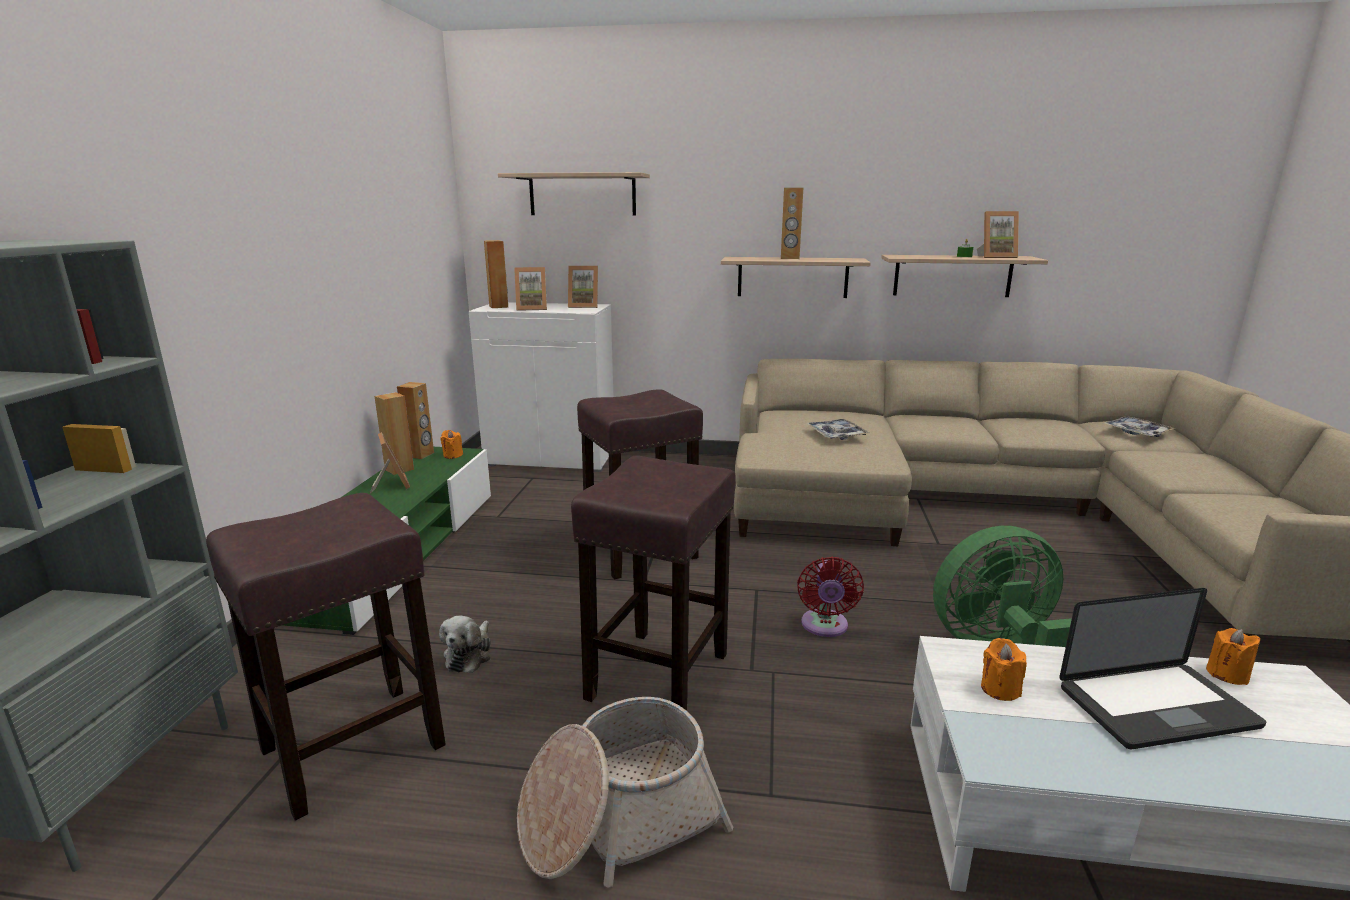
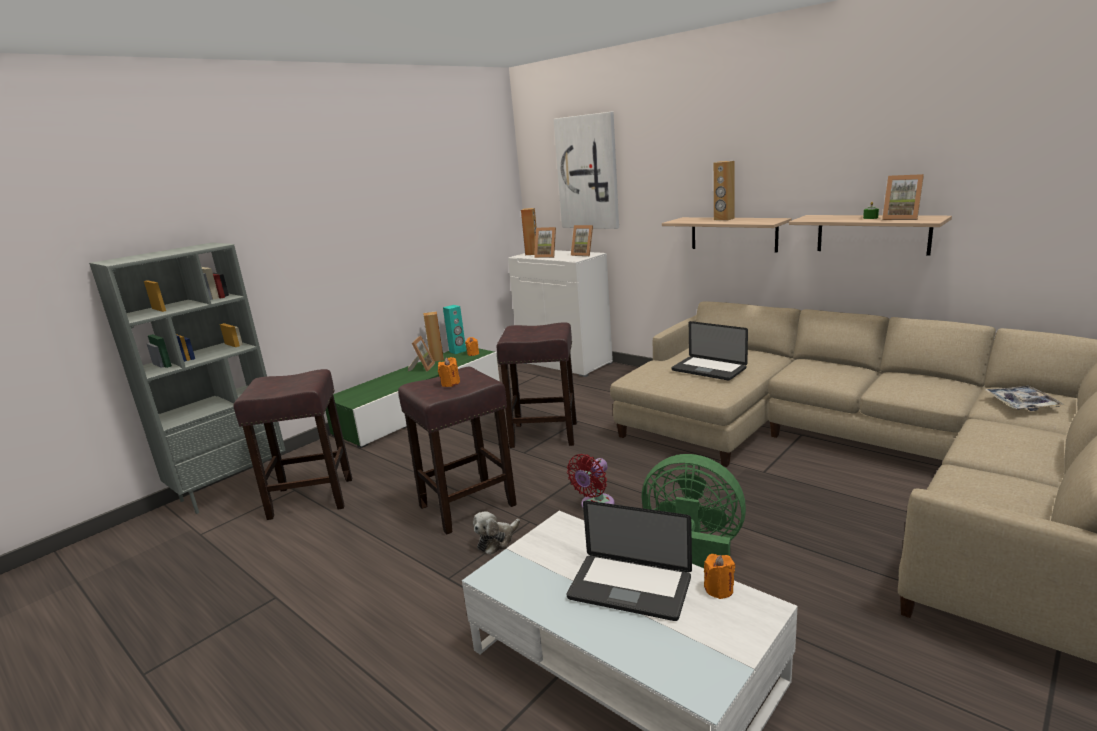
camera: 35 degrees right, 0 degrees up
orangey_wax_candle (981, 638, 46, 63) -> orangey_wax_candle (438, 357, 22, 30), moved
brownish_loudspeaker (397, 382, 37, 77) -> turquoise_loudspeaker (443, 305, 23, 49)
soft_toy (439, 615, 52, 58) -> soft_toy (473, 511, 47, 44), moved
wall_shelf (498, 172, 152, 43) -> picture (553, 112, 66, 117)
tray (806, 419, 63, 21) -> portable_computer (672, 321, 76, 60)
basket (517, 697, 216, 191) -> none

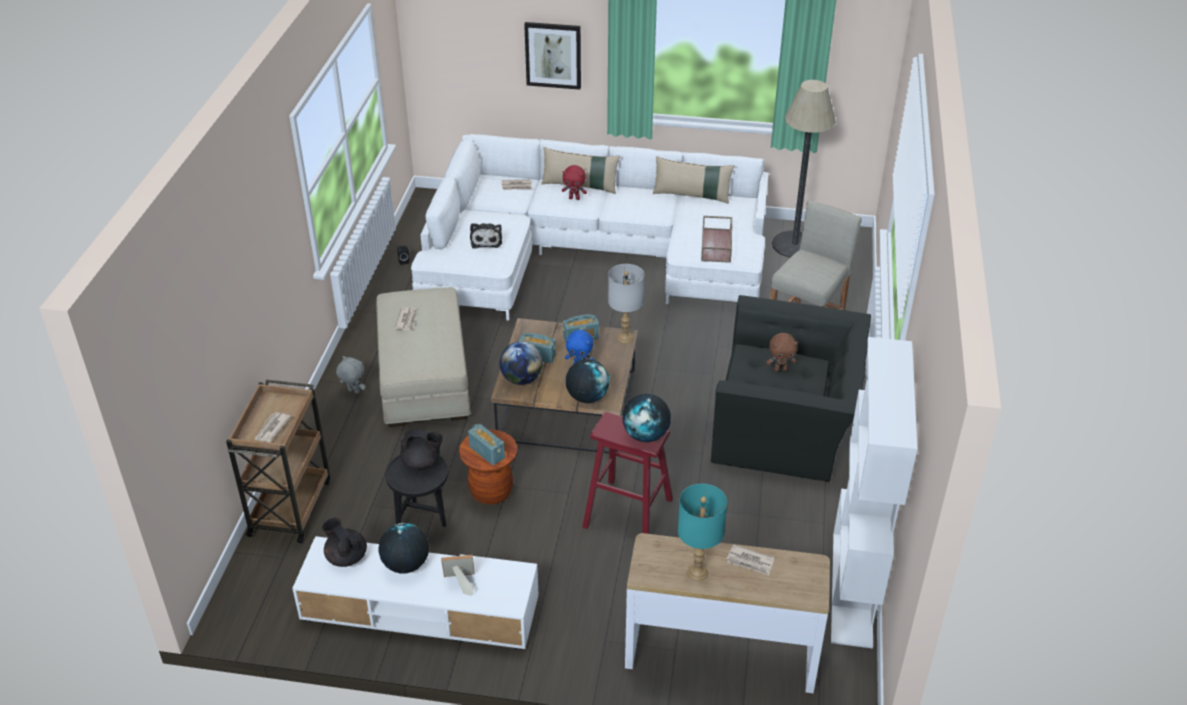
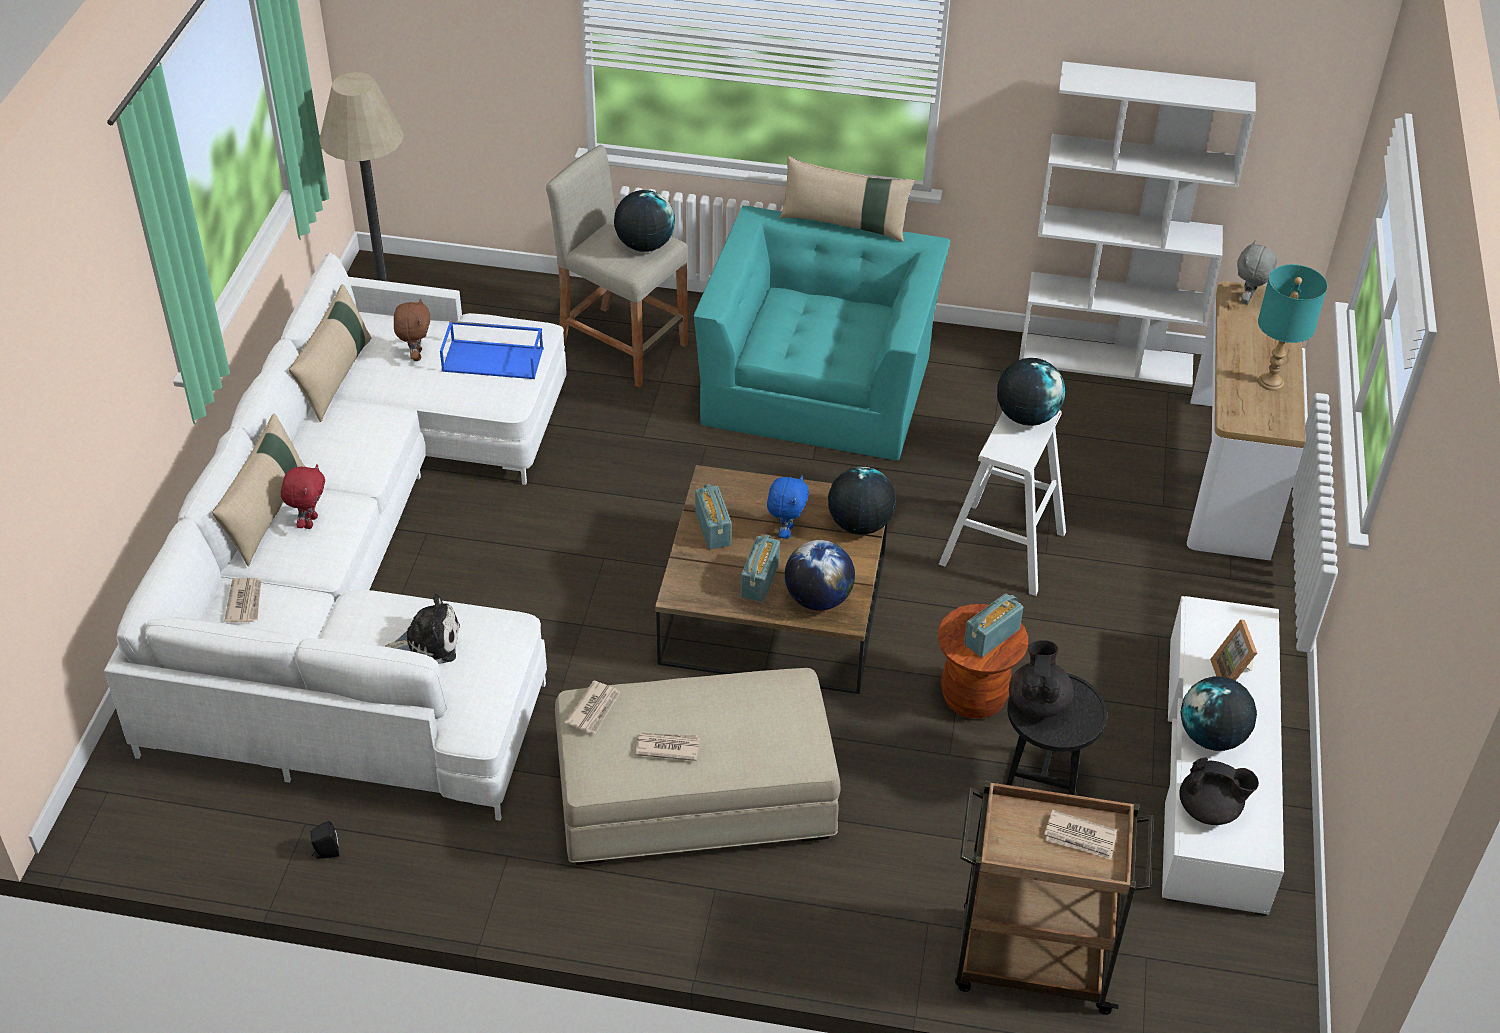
camera: 90 degrees left, 5 degrees up
brownish_soft_toy (766, 333, 32, 39) -> brownish_soft_toy (394, 298, 36, 63), moved
brownish_tray (701, 216, 31, 47) -> bluish_tray (440, 321, 104, 58)
printed_paper (727, 544, 47, 31) -> printed_paper (565, 681, 55, 52), moved
none -> desk_globe (614, 190, 61, 62)
black-coloured_lounge_chair (711, 295, 160, 187) -> turquoise_lounge_chair (694, 205, 257, 256)
none -> beige-coloured_pillow (780, 156, 135, 86)
red-coloured_stool_seat (582, 412, 91, 122) -> white-coloured_stool_seat (939, 410, 127, 186)
black-coloured_pot_for_tea (322, 518, 45, 49) -> black-coloured_pot_for_tea (1179, 757, 80, 68), 120 degrees counterclockwise
greyish_soft_toy (336, 356, 29, 38) -> greyish_soft_toy (1237, 240, 40, 65), moved
picture (524, 22, 57, 68) -> none
greyish_tabletop_lamp (608, 264, 36, 79) -> none

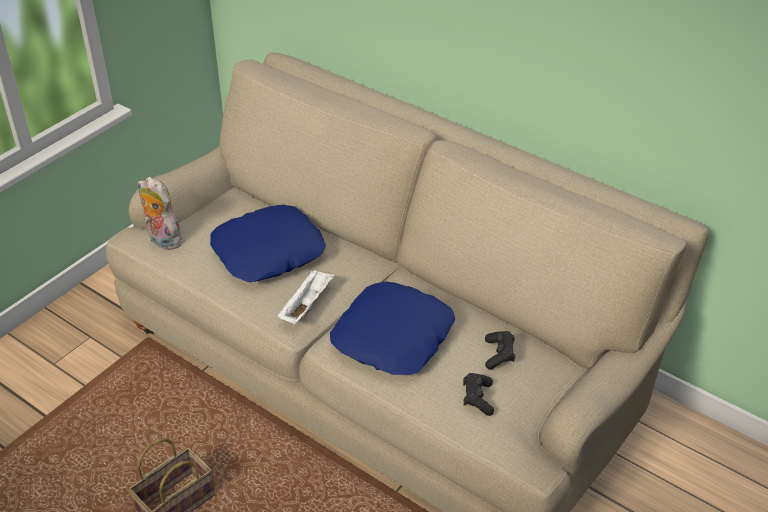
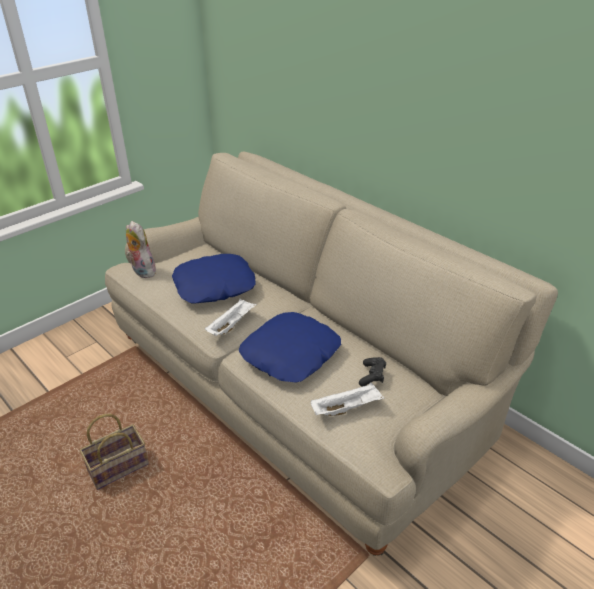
camera: 10 degrees right, 5 degrees down
black-coloured_gamepad (463, 373, 31, 43) -> white-coloured_tray (311, 383, 73, 33)

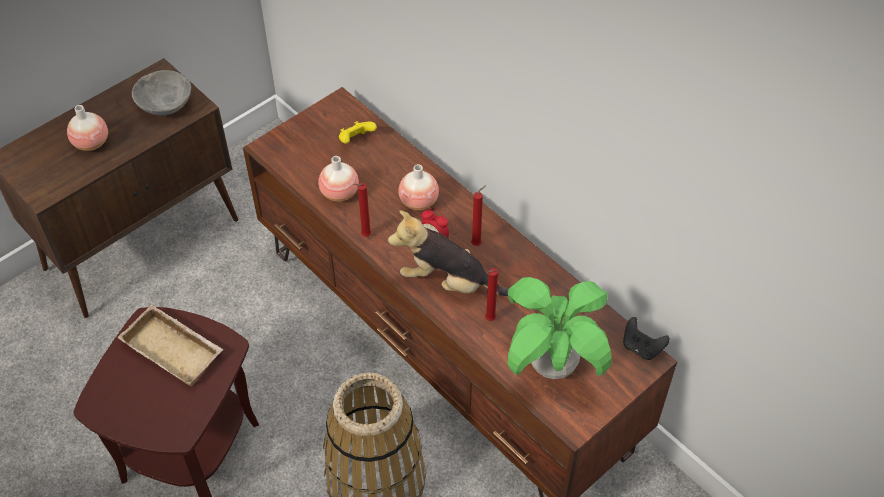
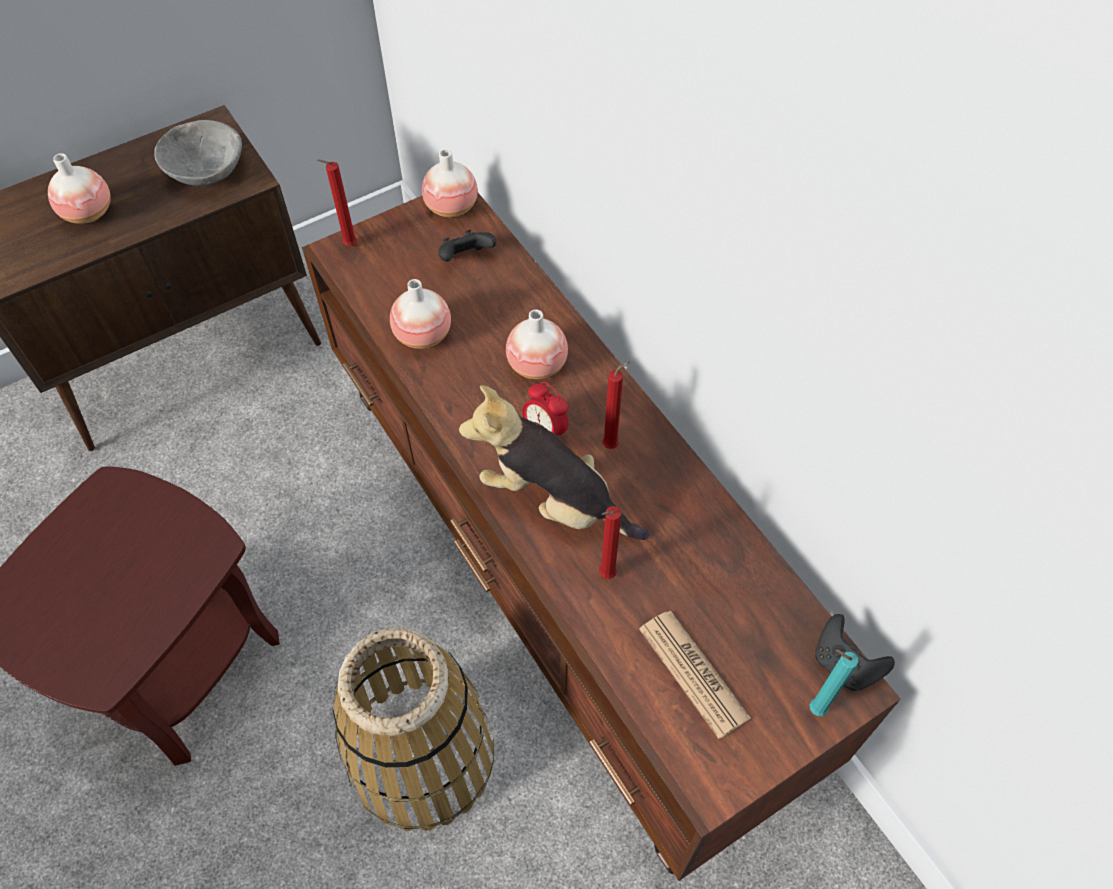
camera: 10 degrees right, 5 degrees up
red-coloured_wax_candle (354, 183, 17, 54) -> red-coloured_wax_candle (317, 159, 40, 87), moved
none -> vase (422, 149, 56, 68)
yellow-coloured_gamepad (339, 121, 38, 23) -> black-coloured_gamepad (438, 230, 58, 32)
houseplant (507, 277, 105, 102) -> printed_paper (639, 611, 112, 128)
none -> turquoise_wax_candle (809, 649, 50, 67)
beige-coloured_tray (118, 304, 105, 82) -> none

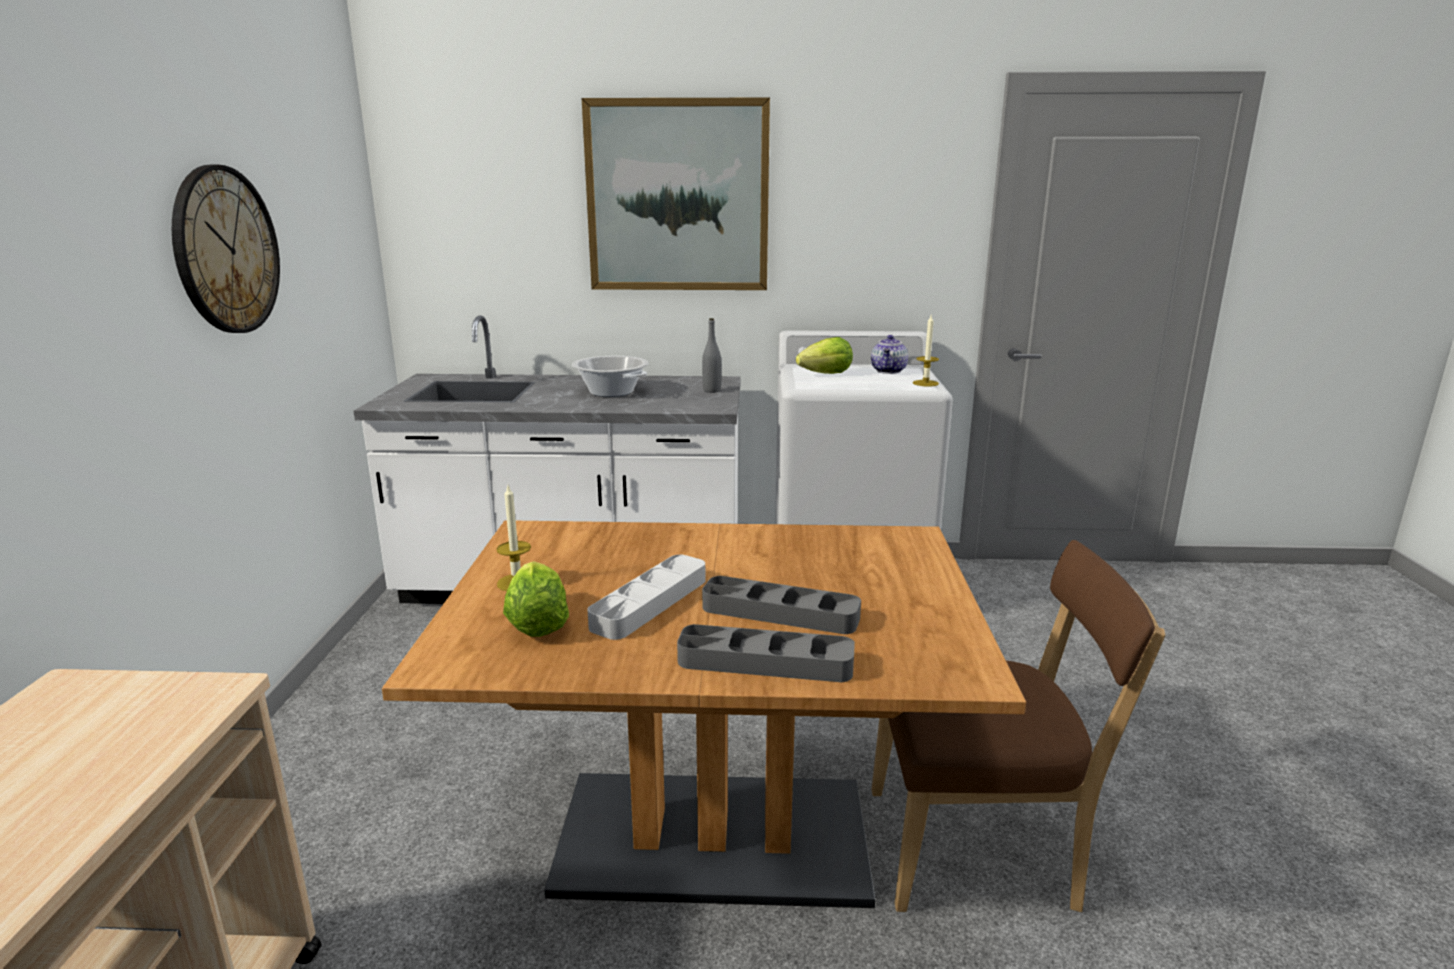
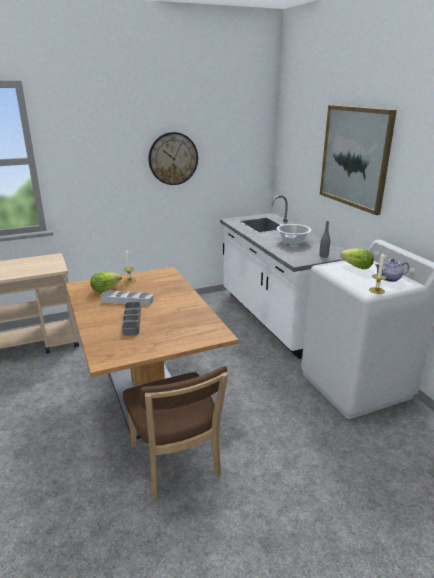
camera: 65 degrees right, 5 degrees up
greyish_tray (677, 624, 178, 58) -> none

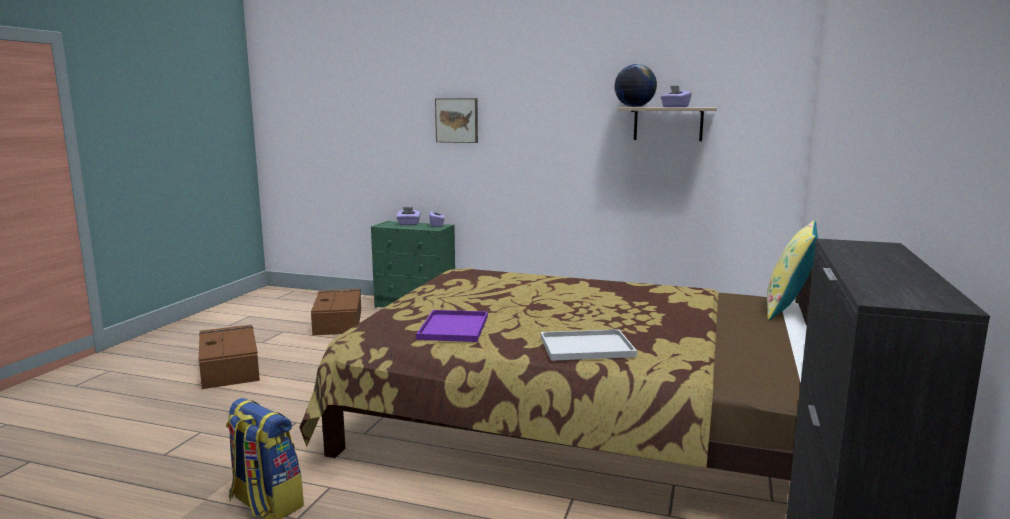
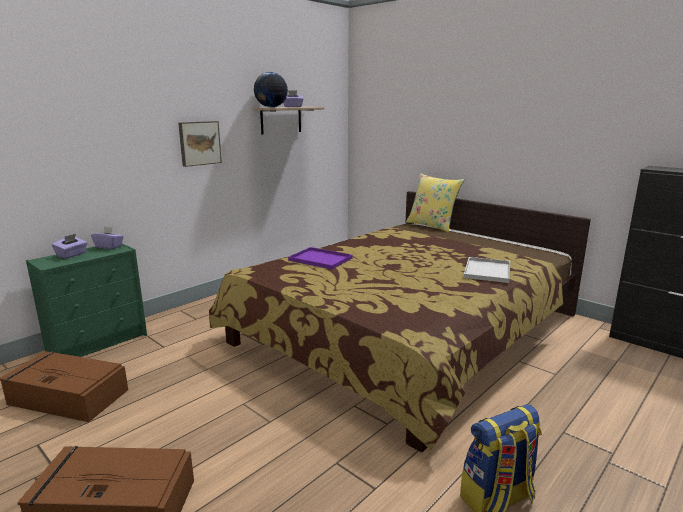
camera: 65 degrees left, 5 degrees up
picture (435, 98, 43, 45) -> picture (178, 121, 44, 46), moved
purple_tray (416, 310, 72, 32) -> purple_tray (288, 247, 65, 22), moved

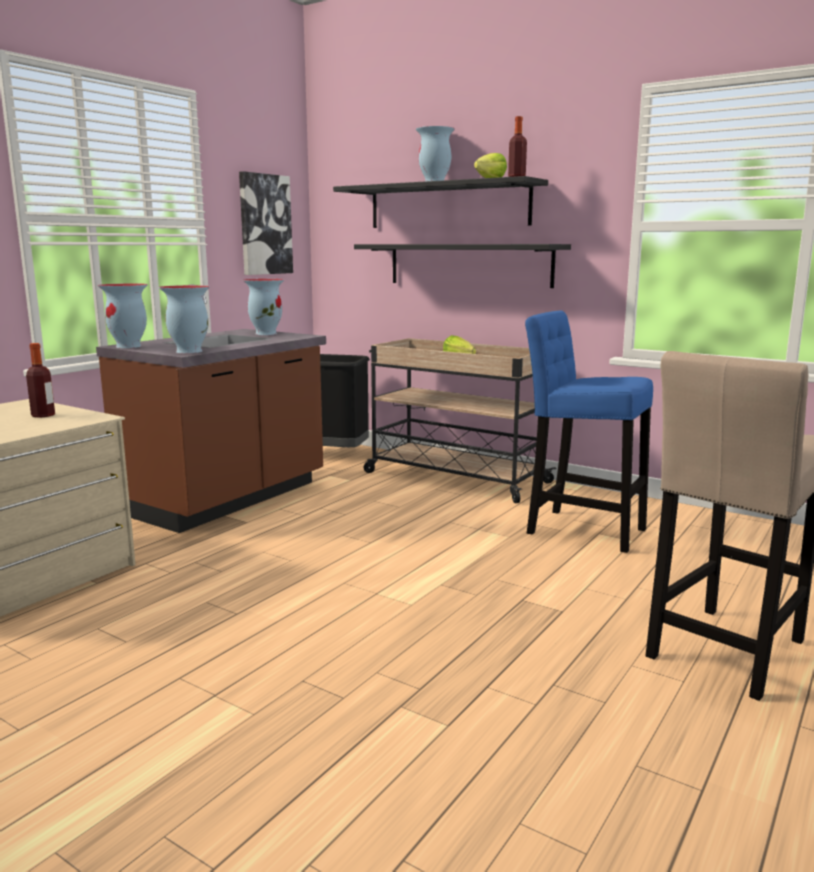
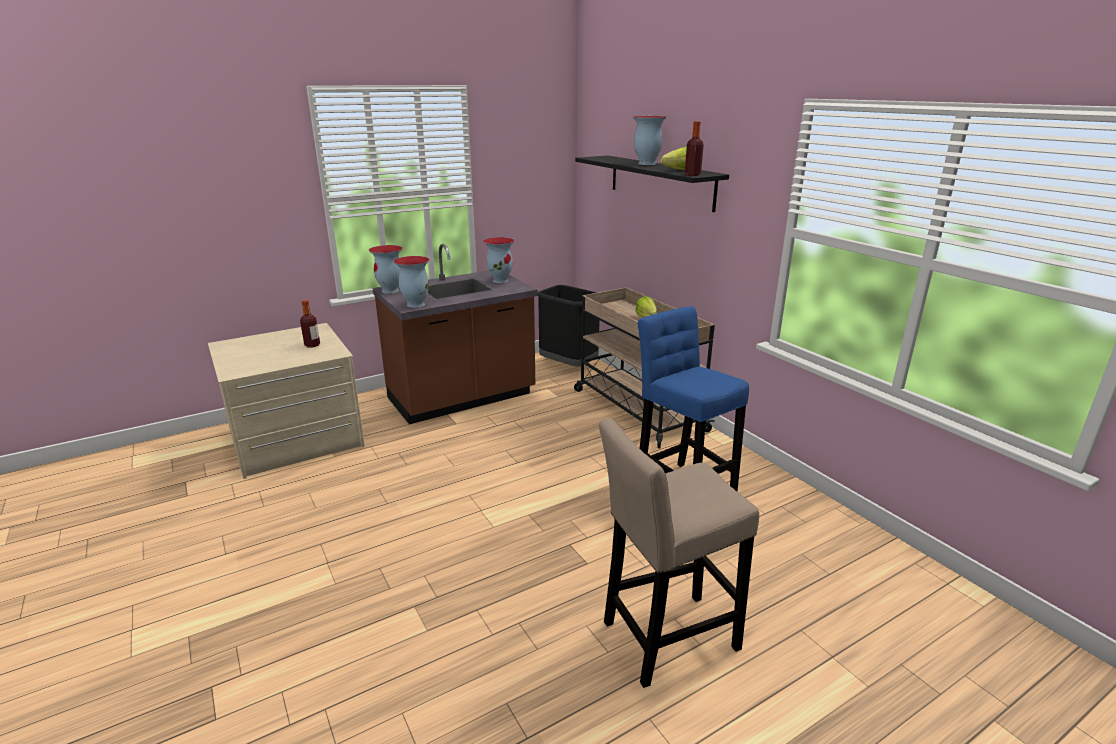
camera: 25 degrees right, 10 degrees up
picture (239, 171, 54, 104) -> none
black-coloured_wall_shelf (354, 244, 217, 44) -> none

